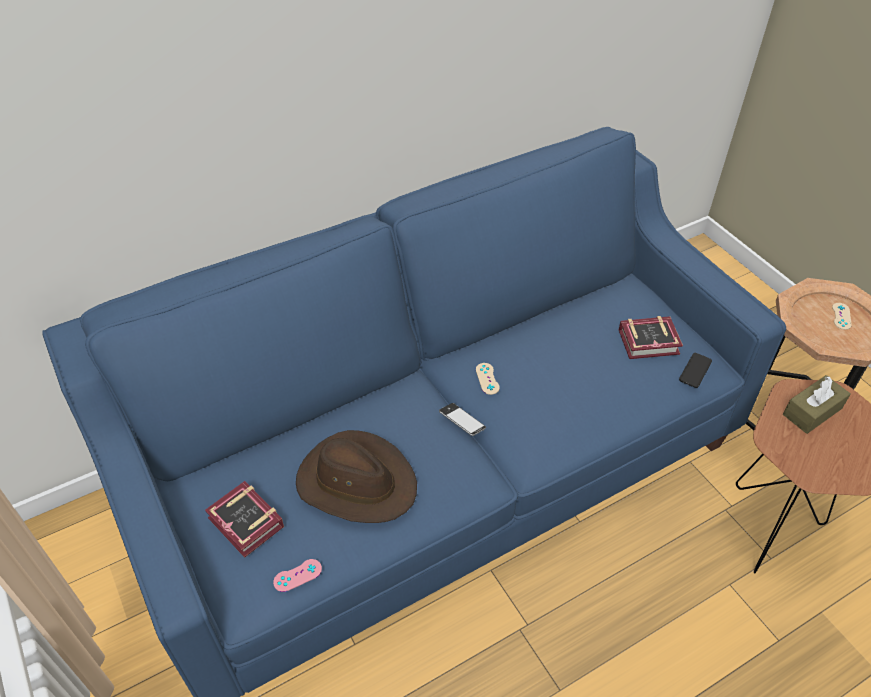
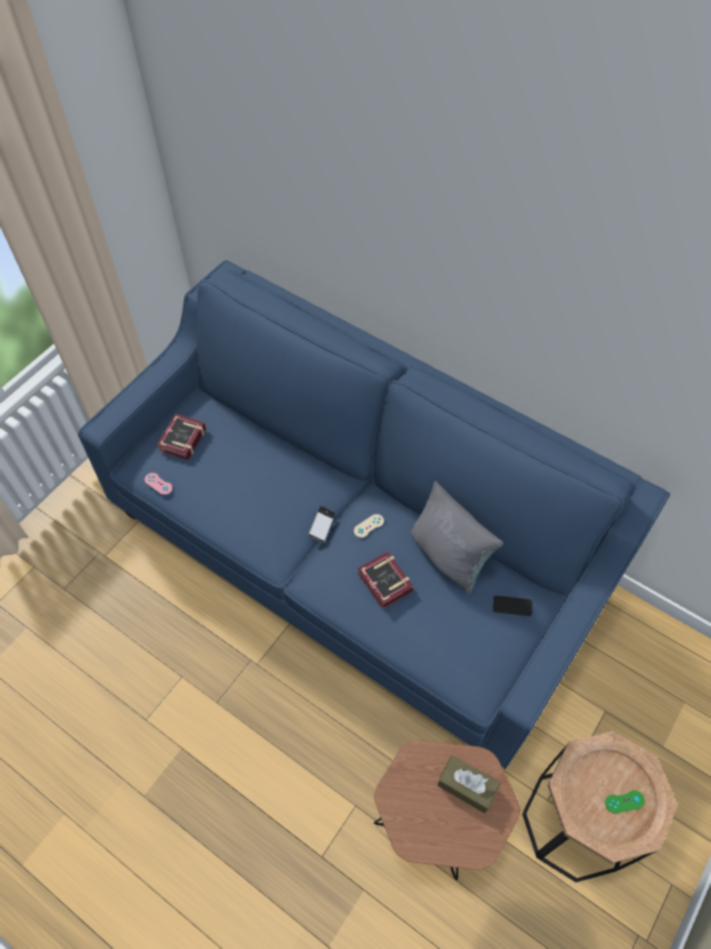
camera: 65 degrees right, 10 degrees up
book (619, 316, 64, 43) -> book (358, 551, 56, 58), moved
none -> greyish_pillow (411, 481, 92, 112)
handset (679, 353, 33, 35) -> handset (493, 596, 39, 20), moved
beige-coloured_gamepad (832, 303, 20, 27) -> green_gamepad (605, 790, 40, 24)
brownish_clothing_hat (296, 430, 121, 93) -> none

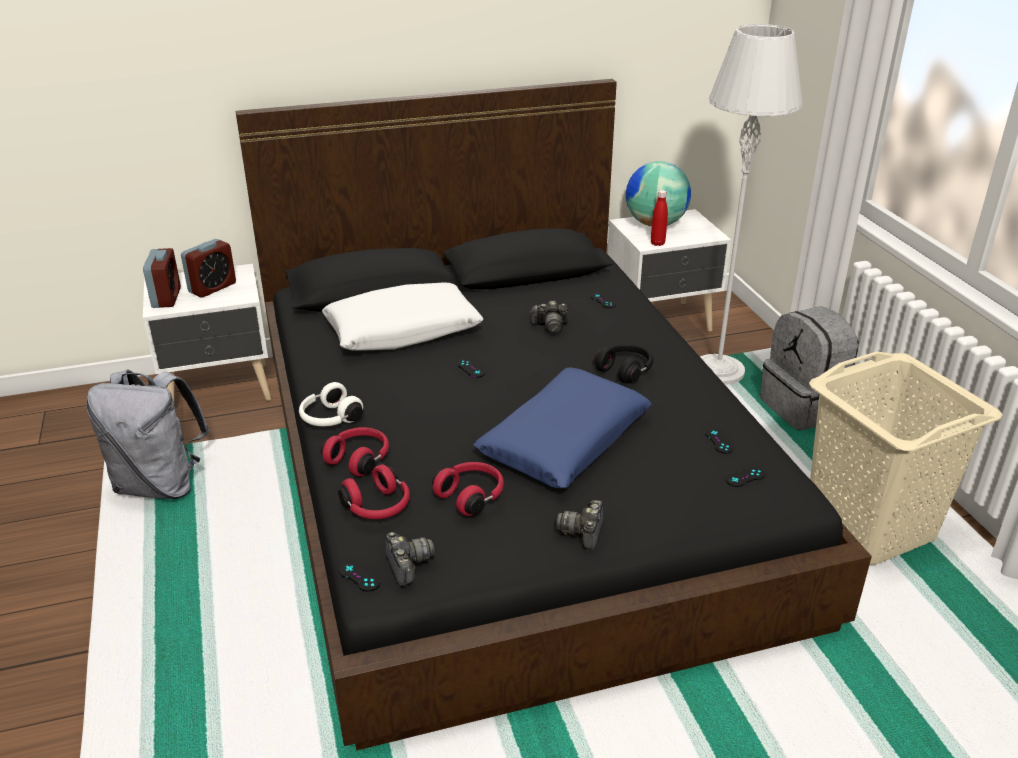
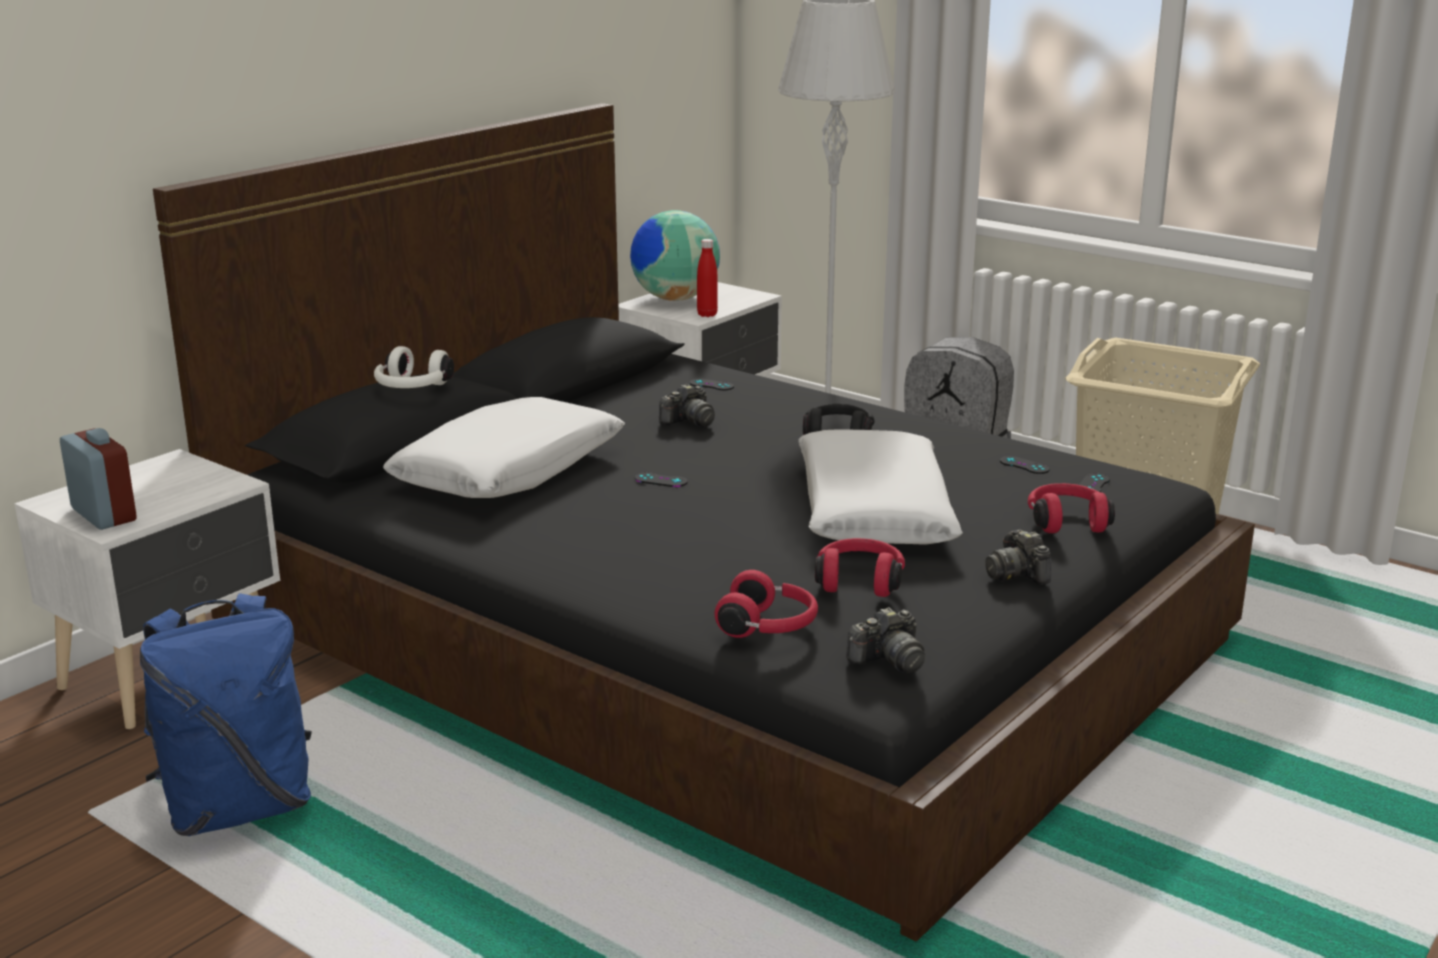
camera: 35 degrees left, 10 degrees down
greyish_knapsack (86, 370, 124, 129) -> bluish_knapsack (140, 593, 172, 243)
white-coloured_headphones (299, 382, 64, 44) -> white-coloured_headphones (374, 346, 80, 42), moved
bluish_pillow (474, 368, 178, 121) -> white-coloured_pillow (798, 429, 165, 116)
still_camera (386, 532, 49, 55) -> still_camera (846, 607, 79, 66), 120 degrees clockwise
red-coloured_headphones (321, 427, 68, 50) -> red-coloured_headphones (1028, 483, 87, 50), moved
table_clock (181, 239, 55, 58) -> none
black-coloured_gamepad (339, 561, 41, 31) -> none

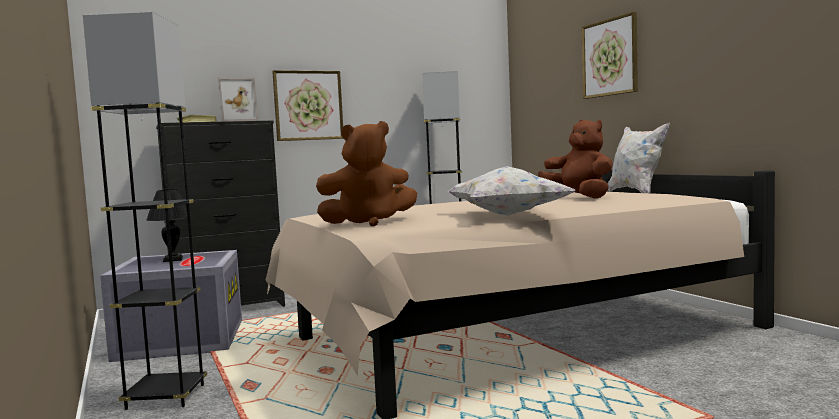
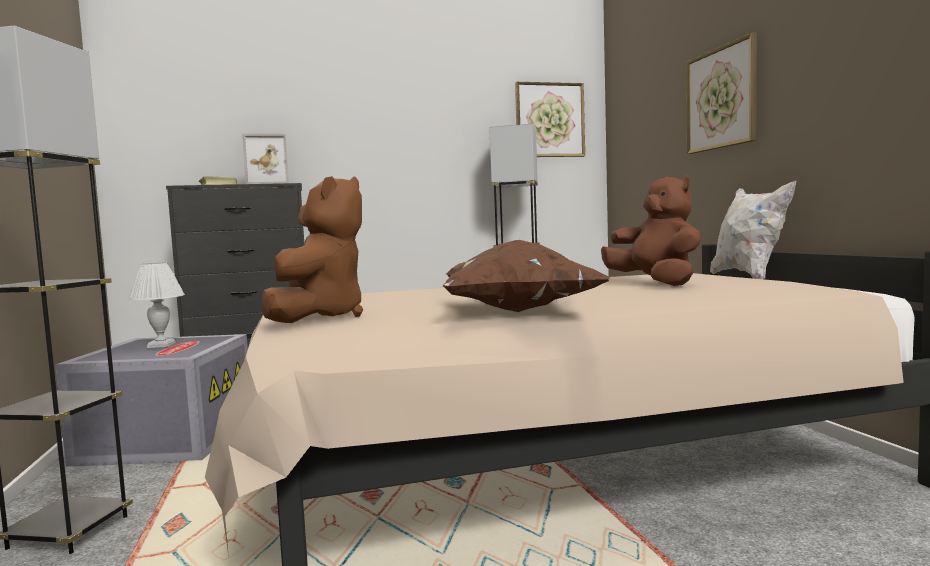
camera: 10 degrees right, 0 degrees up
black-coloured_tabletop_lamp (146, 189, 46, 73) -> white-coloured_tabletop_lamp (129, 263, 56, 85)
brownish_soft_toy (316, 121, 101, 105) -> brownish_soft_toy (261, 176, 102, 147), 75 degrees counterclockwise
white-coloured_pillow (448, 166, 128, 50) -> brownish_pillow (443, 240, 167, 72)
picture (272, 70, 71, 71) -> picture (515, 82, 70, 75), moved

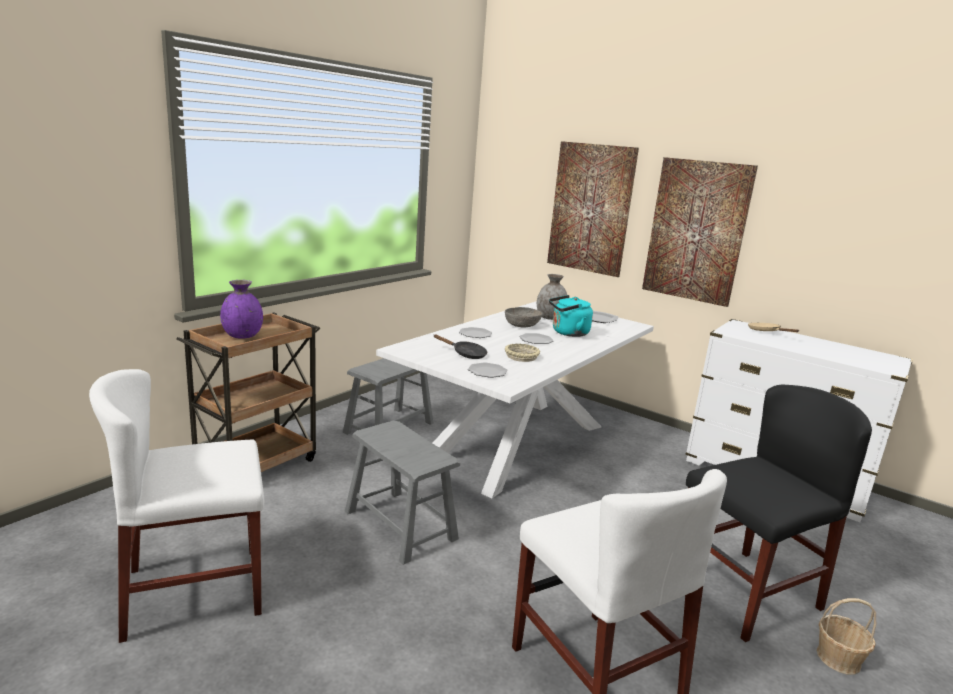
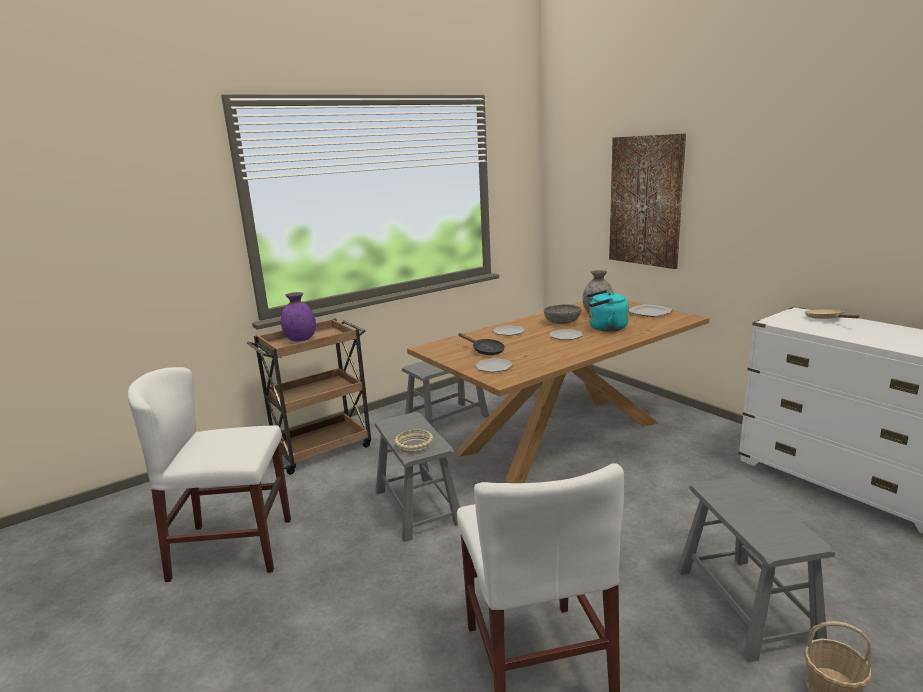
camera: 20 degrees right, 0 degrees up
beige-coloured_deep_dish (505, 344, 35, 18) -> beige-coloured_deep_dish (394, 429, 39, 25), moved
white-coloured_kitchen_table (376, 301, 278, 198) -> brownish_kitchen_table (407, 300, 303, 183)
black-coloured_plain_chair (686, 384, 186, 258) -> greyish_stool_seat (677, 476, 158, 186)
picture (642, 157, 116, 150) -> none

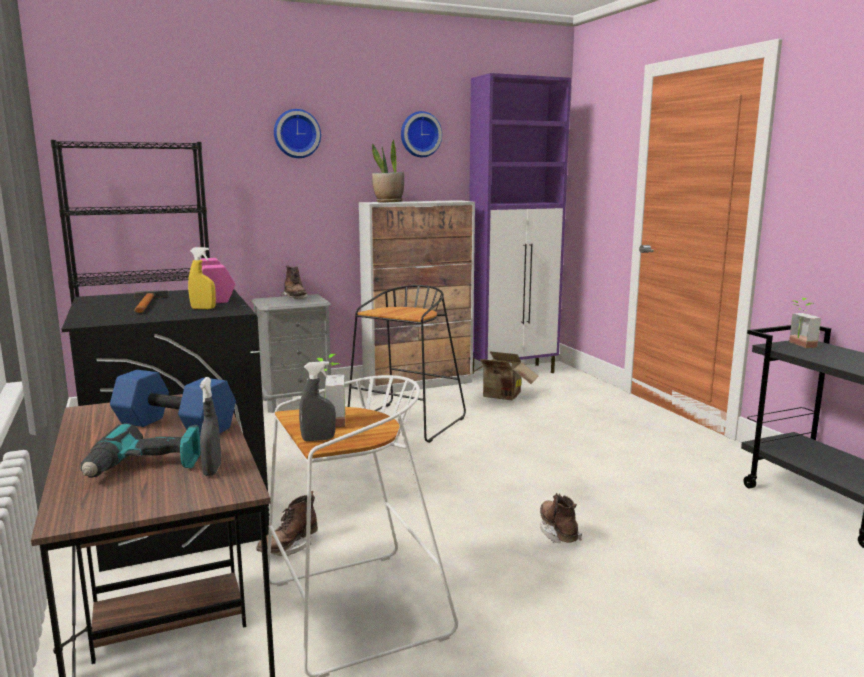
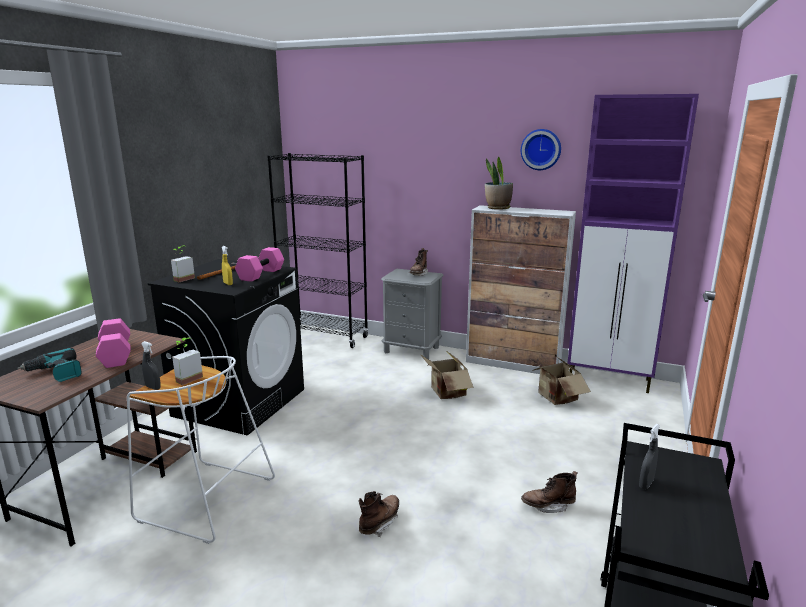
camera: 45 degrees right, 5 degrees up
bluish_dumbbell (110, 370, 126, 64) -> pinkish_dumbbell (96, 318, 34, 50)
houseplant (789, 298, 32, 50) -> houseplant (171, 245, 24, 37), moved
black-coloured_stool_seat (348, 285, 118, 158) -> cardboard_box (420, 352, 54, 47)
brownish_boot (256, 491, 62, 65) -> brownish_boot (521, 471, 57, 42), moved
greyish_spray_bottle (200, 377, 21, 99) -> greyish_spray_bottle (639, 424, 21, 65), moved
clock_on_the_wall (274, 109, 47, 49) -> none

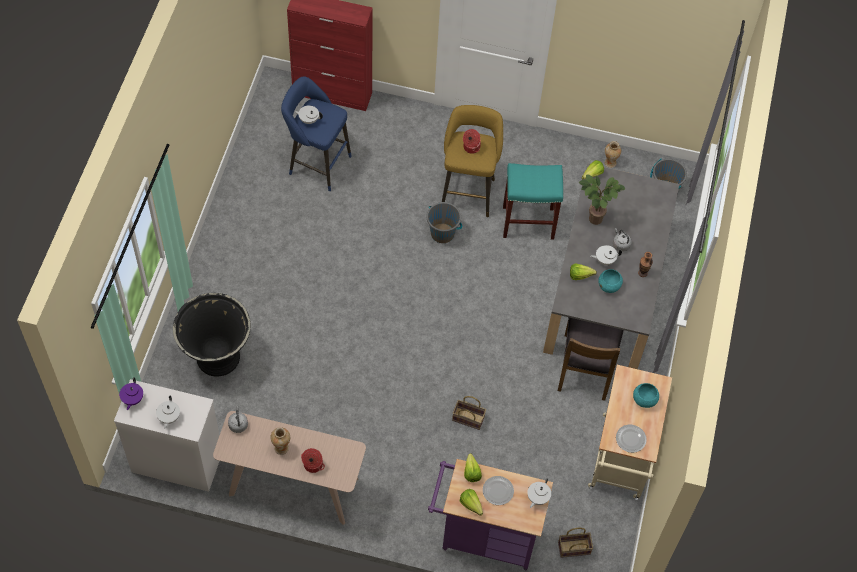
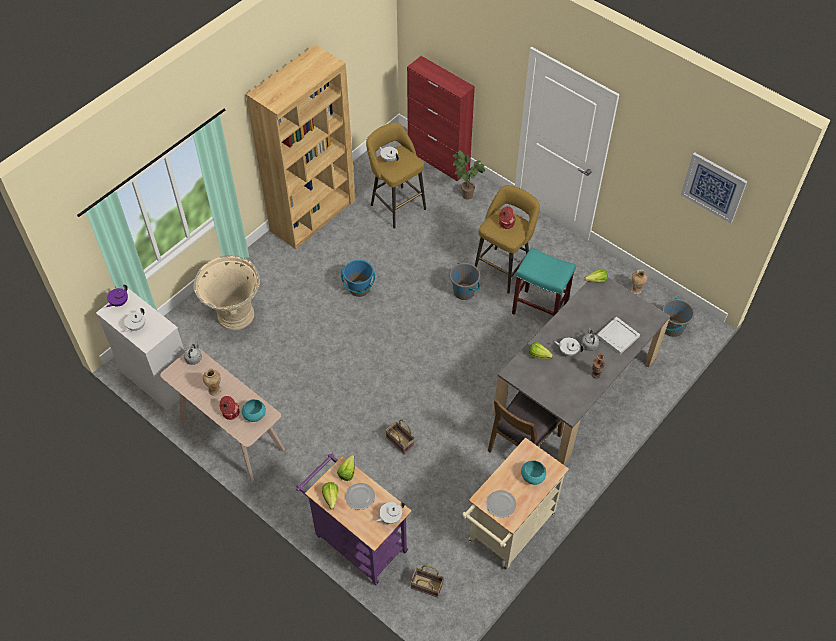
camera: 30 degrees right, 5 degrees down
black-coloured_planter (173, 293, 78, 84) -> beige-coloured_planter (194, 256, 66, 74)
turquoise_deep_dish (598, 269, 25, 24) -> turquoise_deep_dish (242, 399, 24, 23), moved
none -> brownish_bookcase (246, 44, 110, 205)
none -> bluish_pail (341, 260, 34, 37)
bluish_stool_seat (281, 76, 71, 115) -> yellow-coloured_stool_seat (366, 122, 60, 106)
houseplant (579, 175, 46, 50) -> houseplant (453, 150, 32, 50), moved
none -> white-coloured_tray (596, 317, 44, 37)
none -> picture (681, 152, 67, 71)

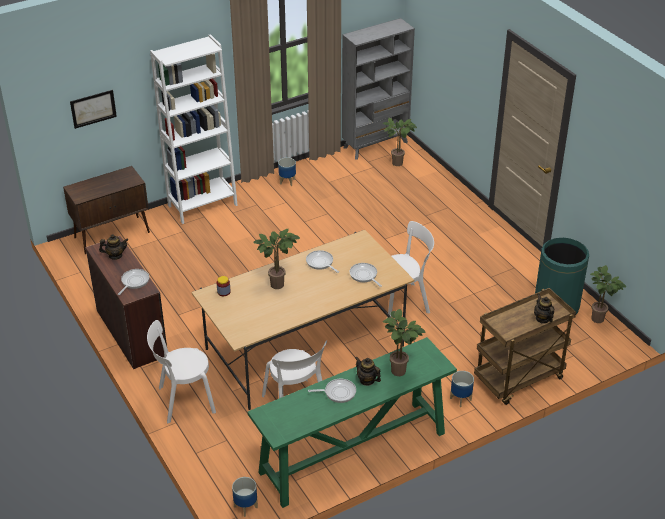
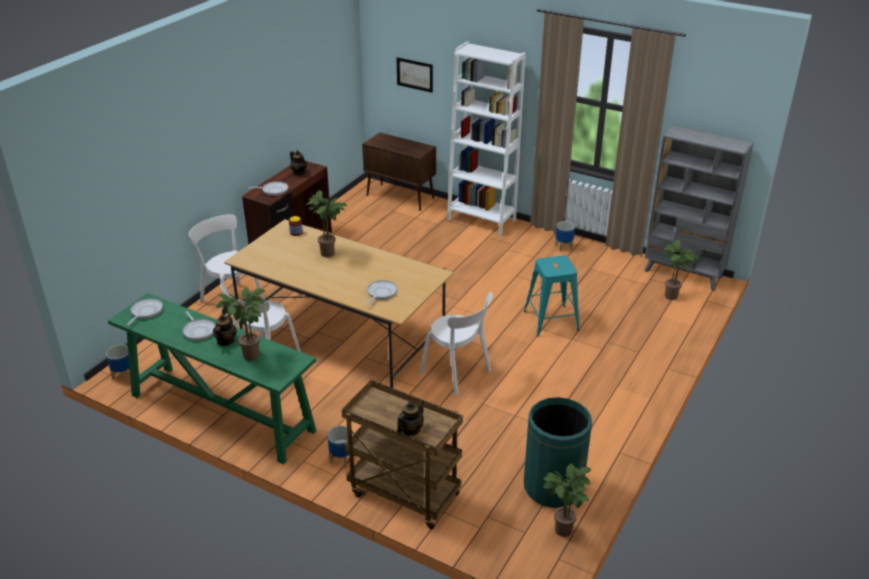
camera: 60 degrees right, 5 degrees down
skillet (306, 250, 33, 23) -> skillet (126, 298, 37, 28), moved
none -> turquoise_stool_seat (524, 256, 56, 80)

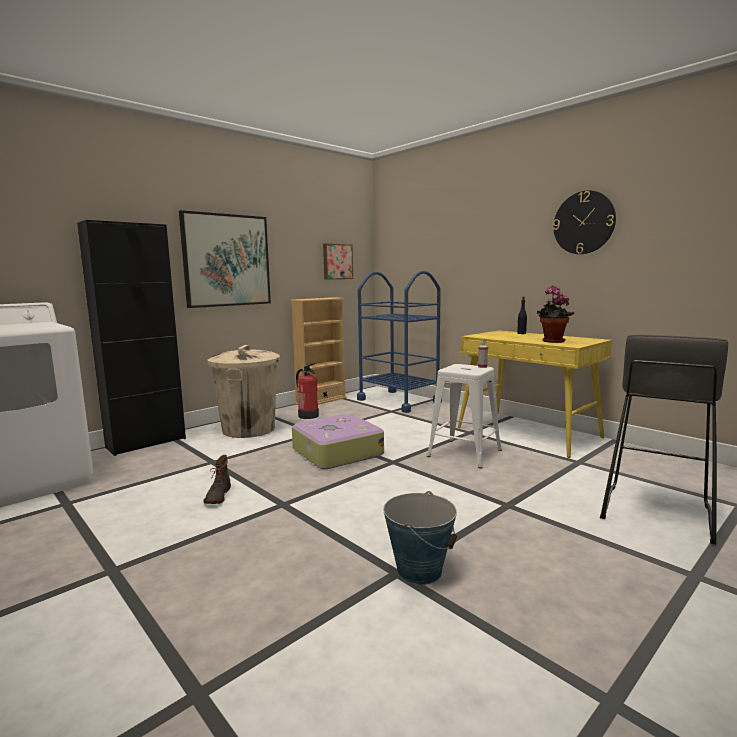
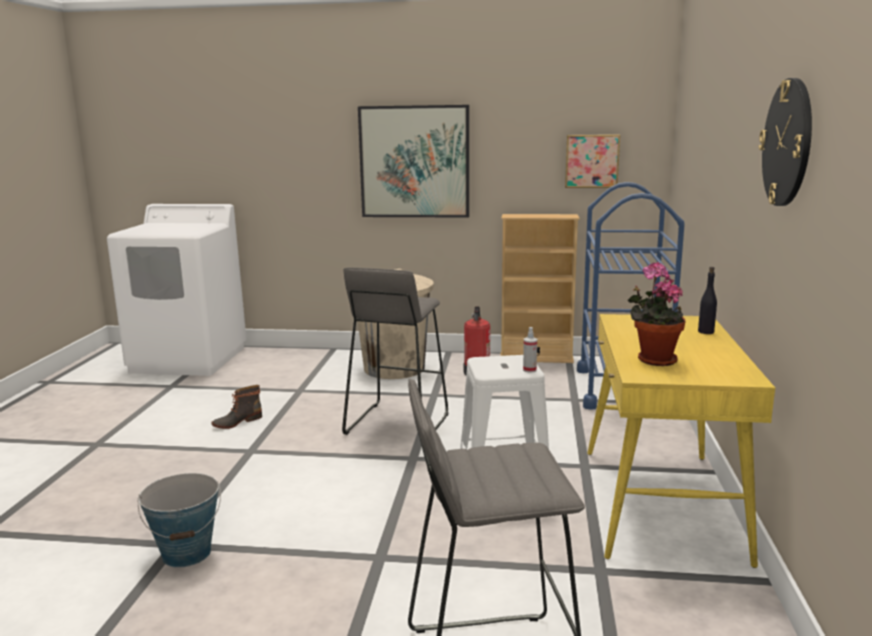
camera: 50 degrees right, 5 degrees up
travel_case (292, 414, 92, 55) -> greyish_stool_seat (342, 267, 106, 168)
black-coloured_cabinet (77, 220, 109, 236) -> none

